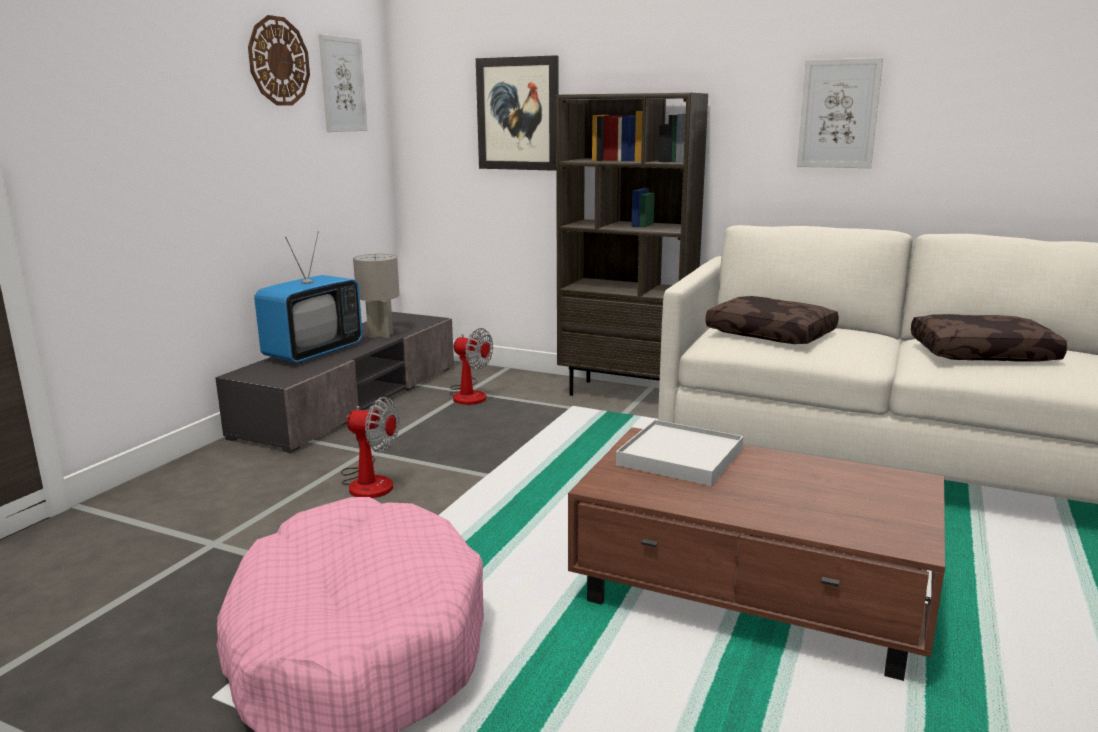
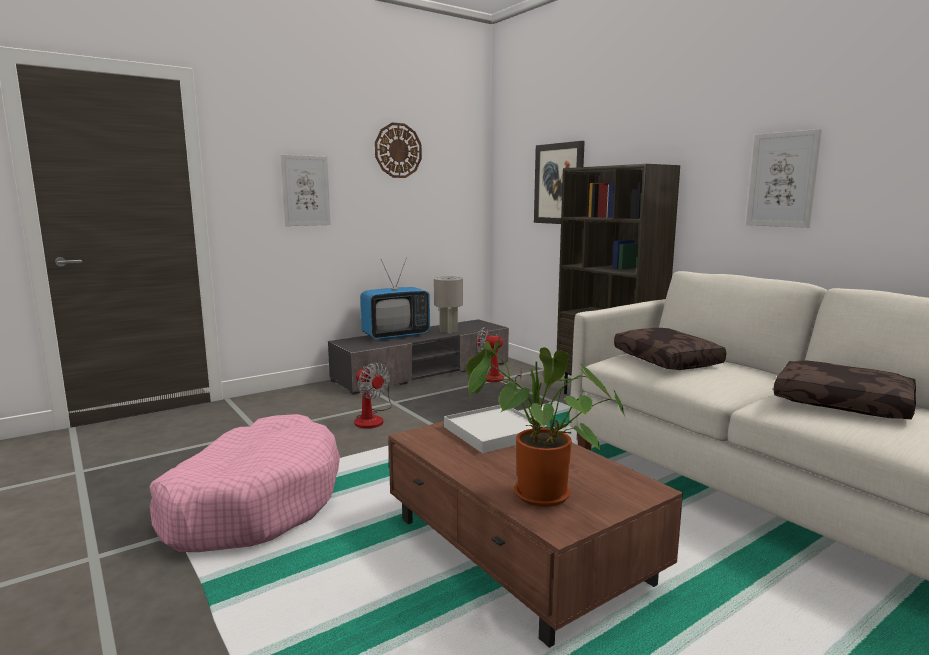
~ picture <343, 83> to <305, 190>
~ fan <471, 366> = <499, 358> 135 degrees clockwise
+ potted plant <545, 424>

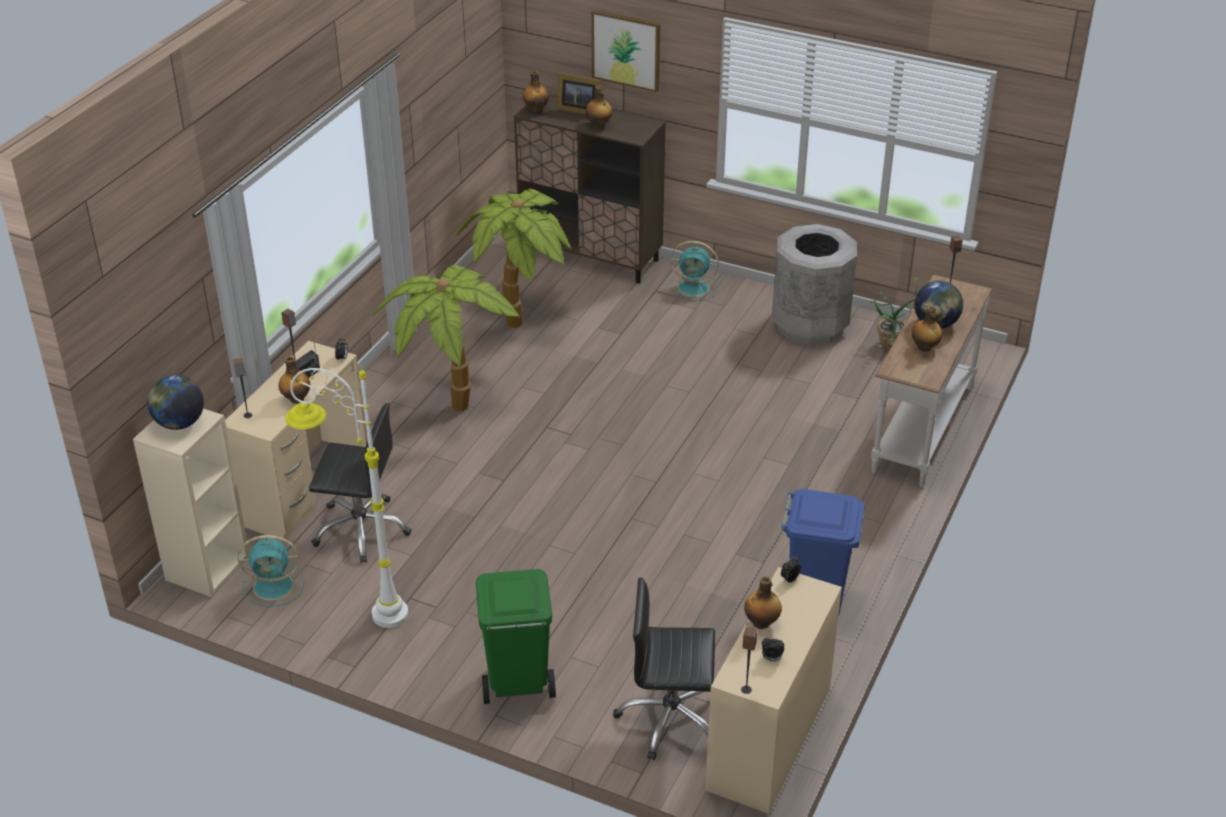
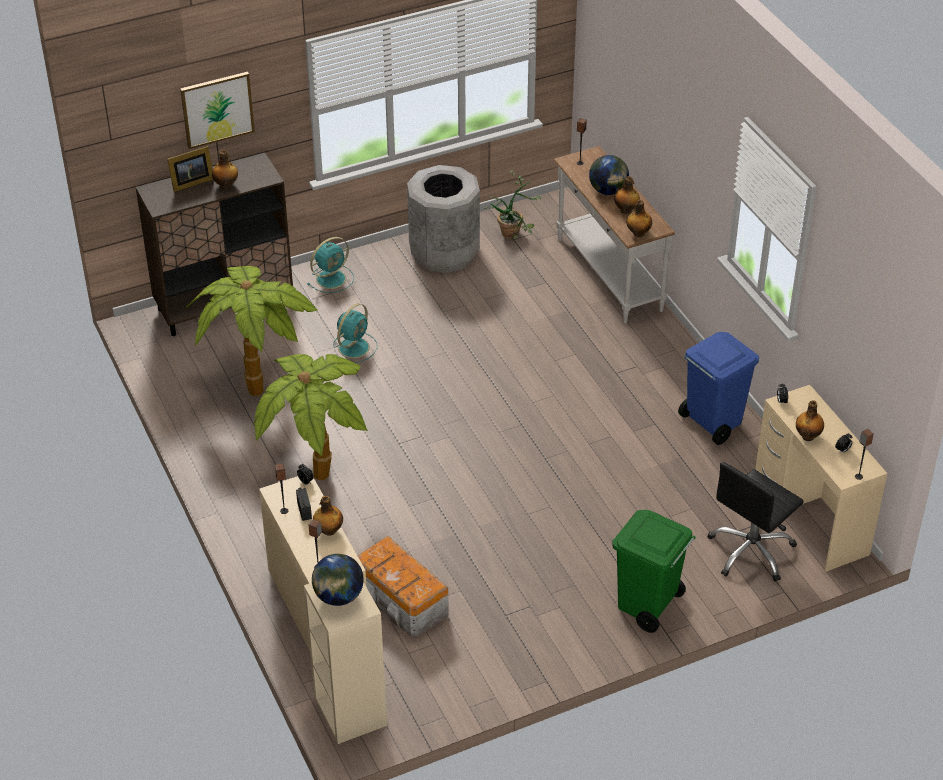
~ bottle <536, 92> to <639, 218>
- white floor lamp <347, 496>
~ black office chair <360, 483> to storage box <403, 586>
~ turquoise fan <271, 571> to <355, 333>

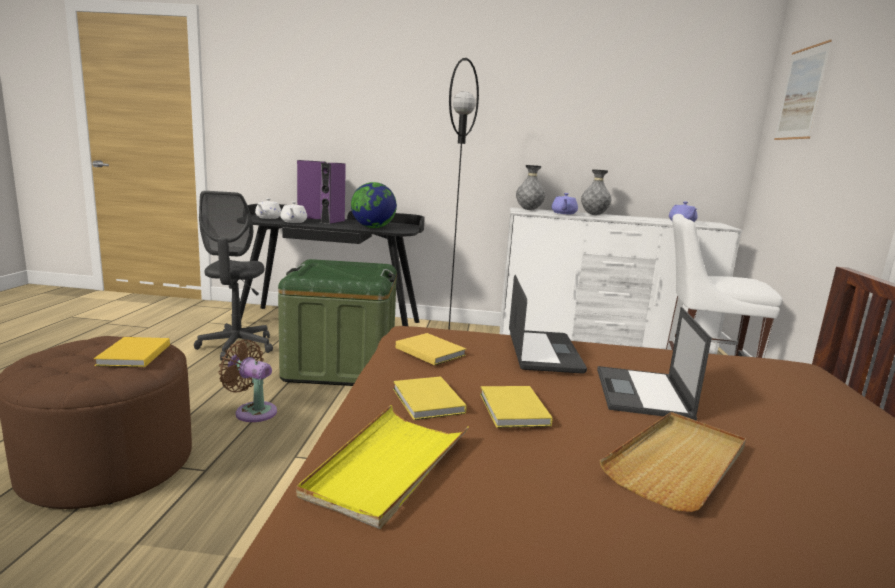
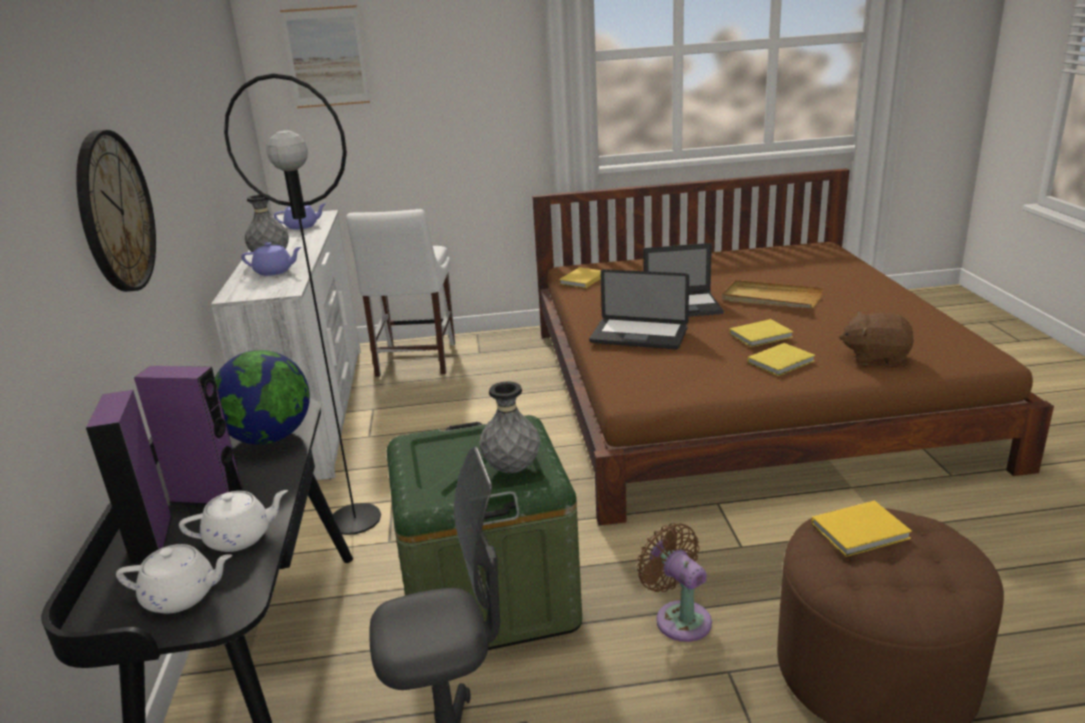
~ grey vase <530, 187> to <509, 427>
~ laptop <548, 324> = <639, 309> 150 degrees counterclockwise
~ yellow book <431, 349> to <580, 277>
~ brown fan <247, 380> = <674, 582> 135 degrees clockwise
~ yellow tray <382, 467> to brown plush toy <876, 338>
+ wall clock <116, 211>

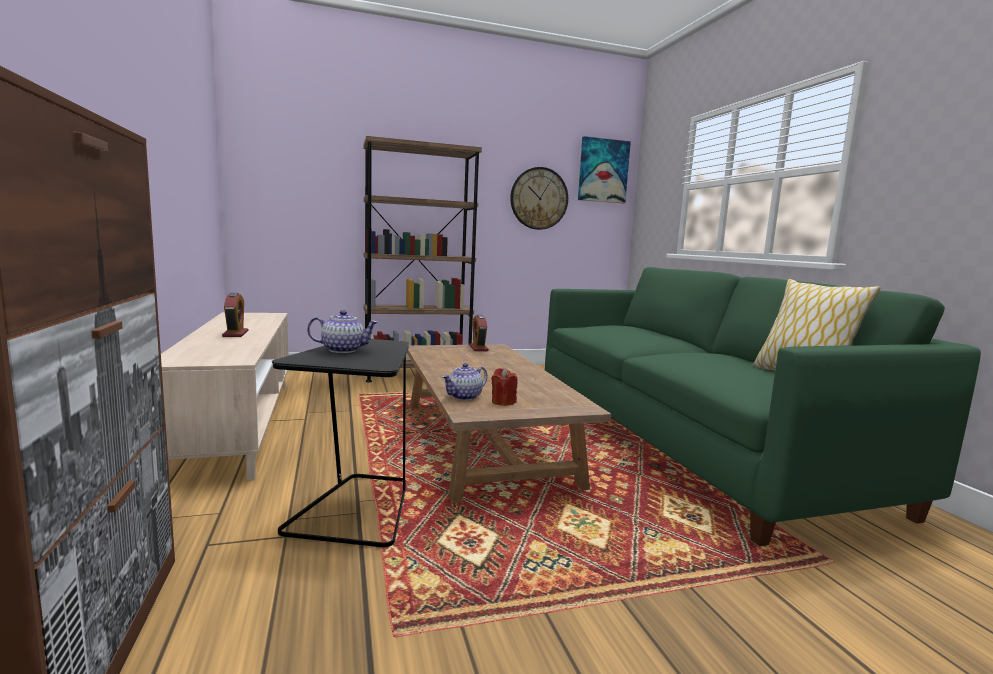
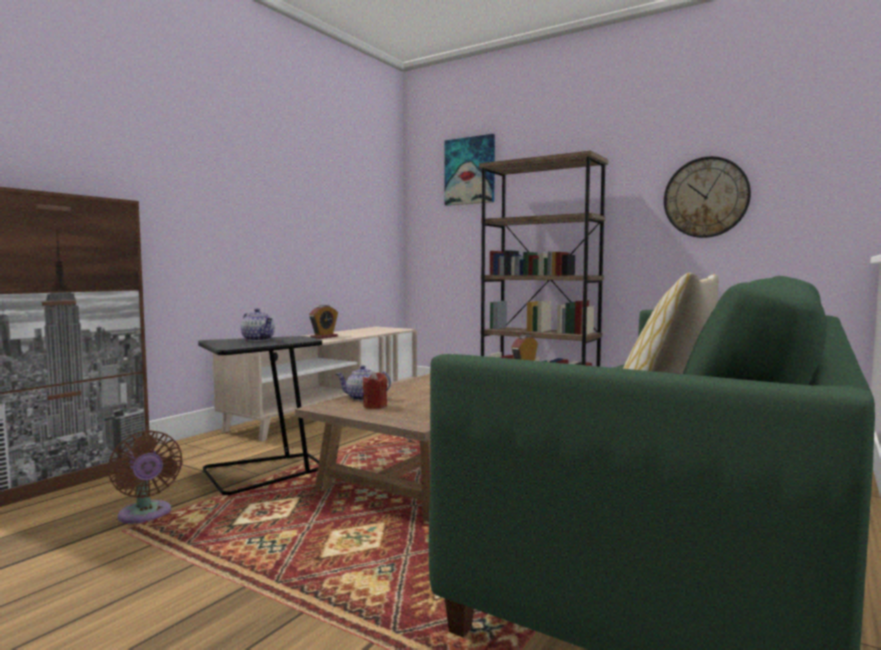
~ picture <604, 169> to <469, 170>
+ brown fan <145, 477>

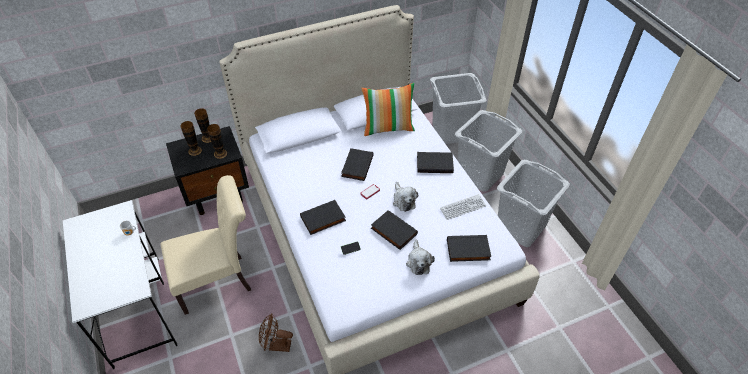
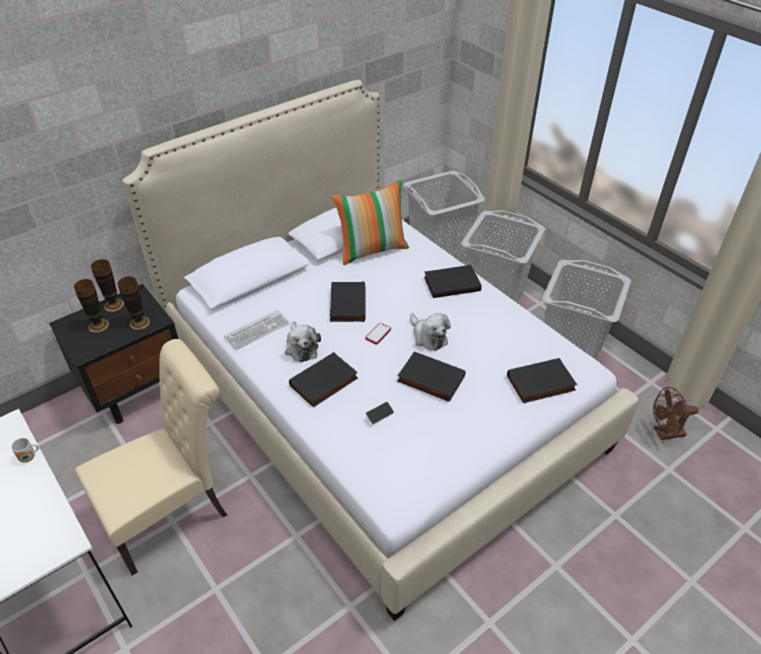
~ keyboard <463, 207> to <256, 330>
~ plush toy <420, 257> to <303, 341>
~ brown fan <276, 333> to <676, 413>

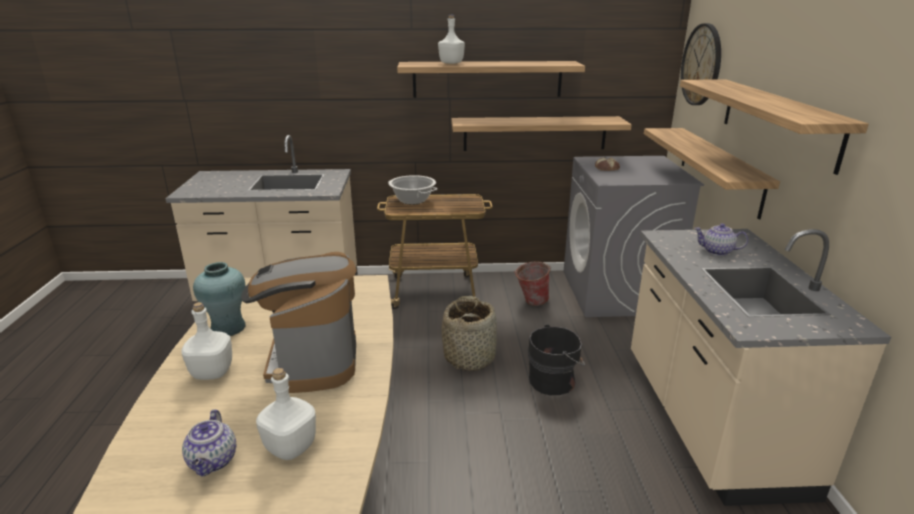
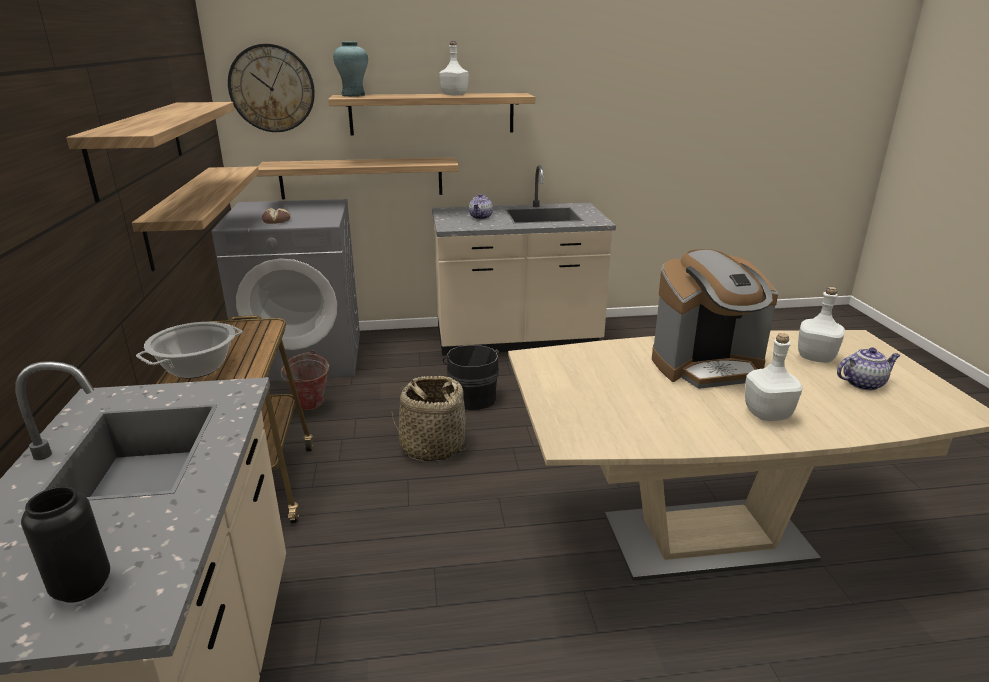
~ white bottle <451, 39> to <454, 68>
~ turquoise vase <219, 299> to <350, 69>
+ black vase <65, 544>

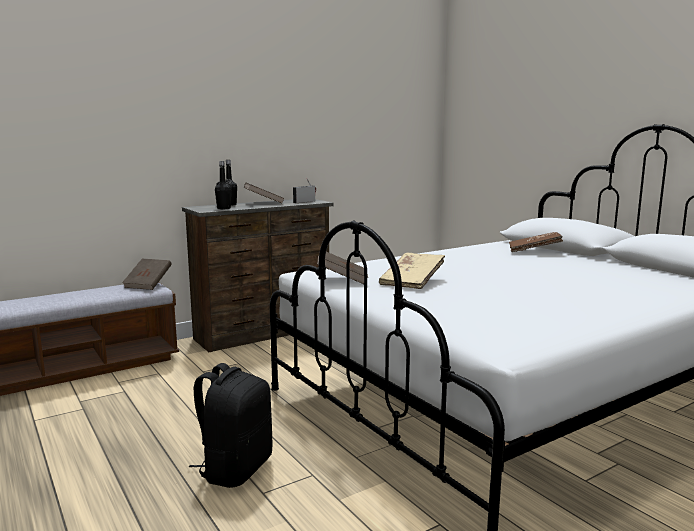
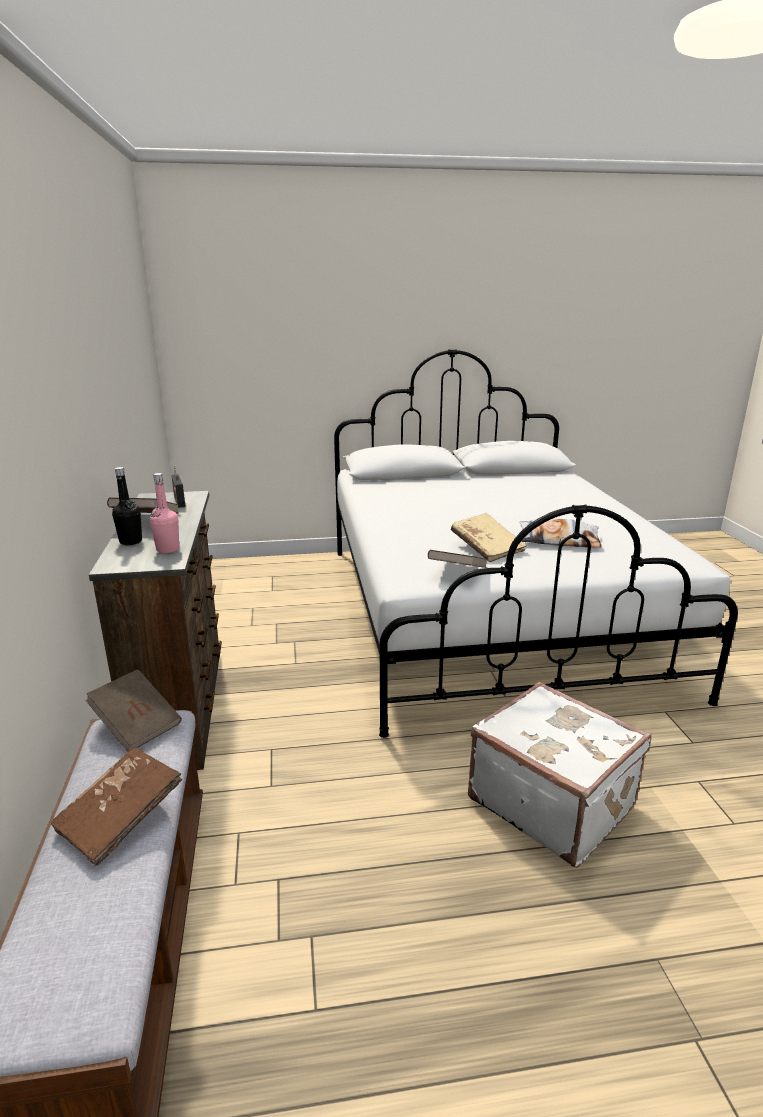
~ black bottle <223, 185> to pink bottle <165, 513>
~ brown book <536, 242> to <116, 807>
~ black backpack <231, 425> to white suitcase <560, 775>
+ pillow <560, 533>

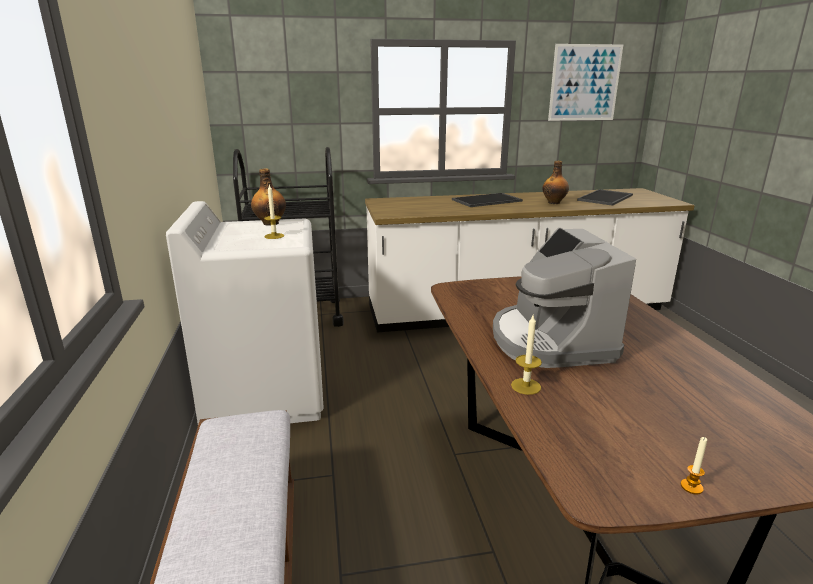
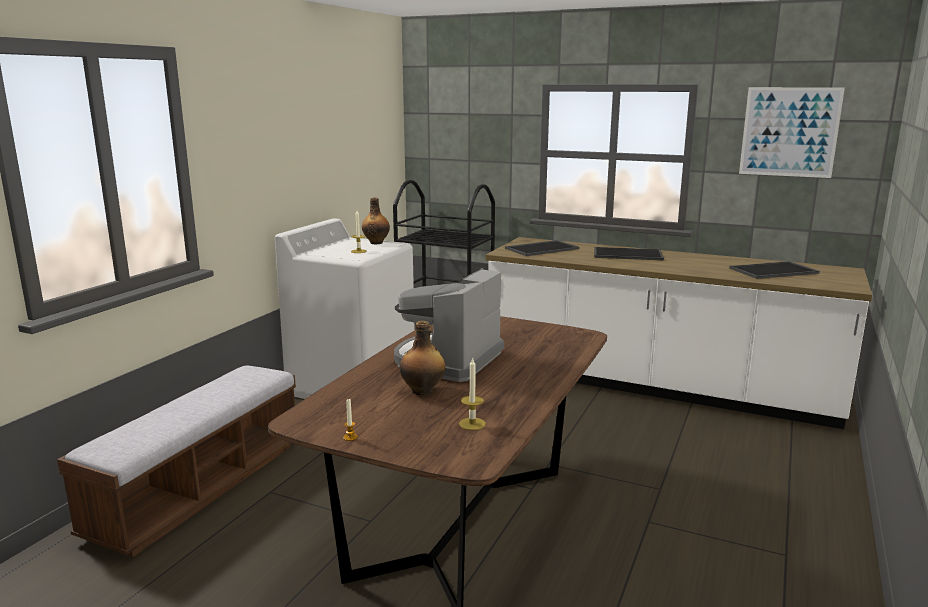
~ bottle <555, 182> to <423, 358>
~ candle <526, 355> to <472, 394>
+ tray <542, 248>

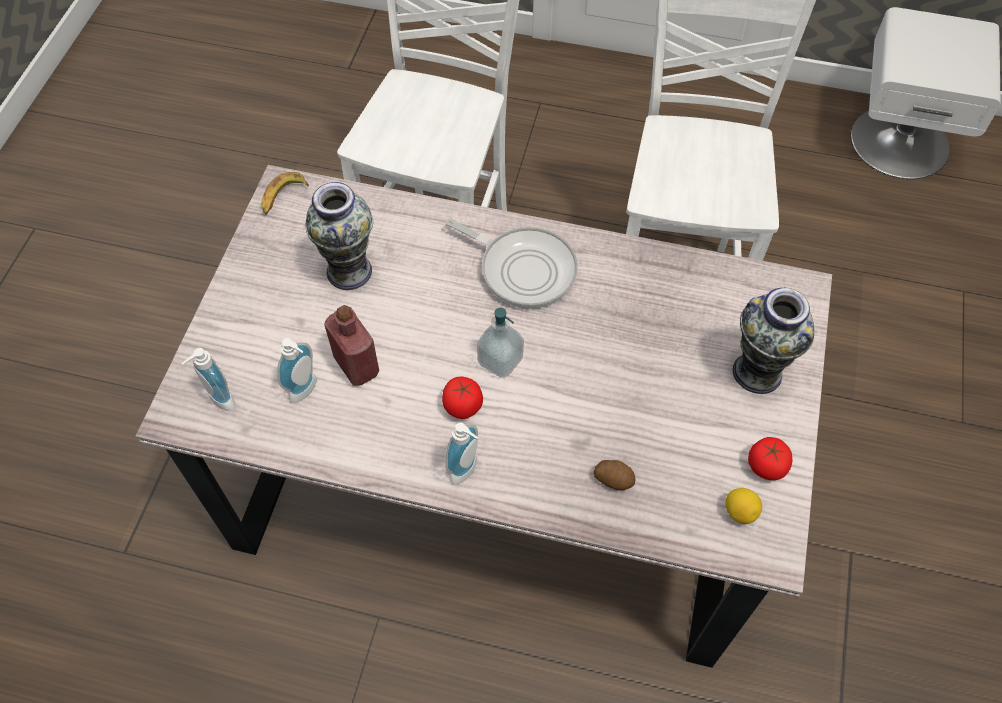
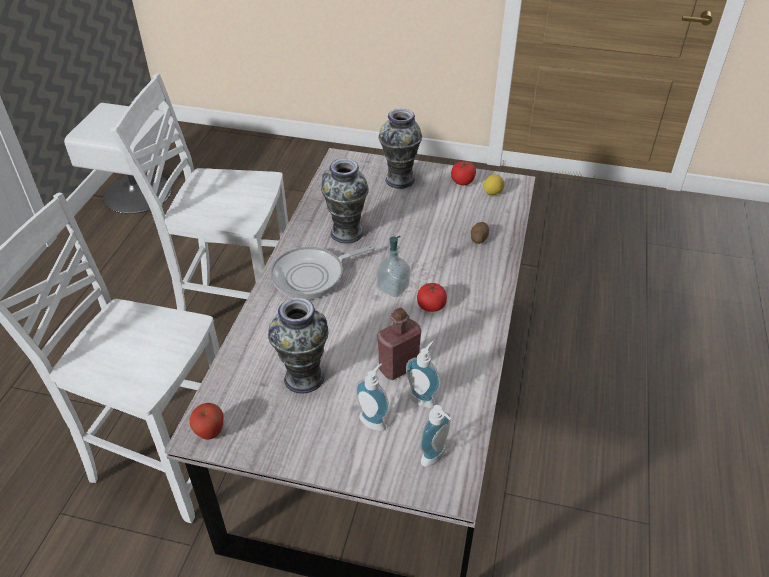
~ banana <285, 193> to apple <206, 421>
~ frying pan <512, 263> = <322, 272> 150 degrees counterclockwise
~ soap dispenser <462, 454> to <372, 397>
+ vase <345, 200>

